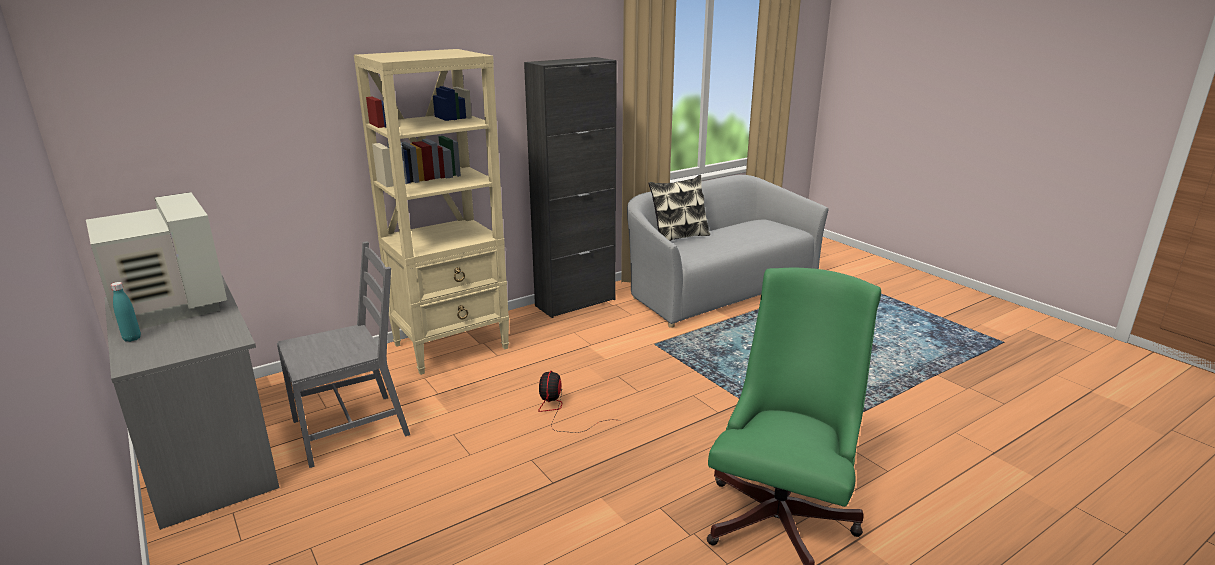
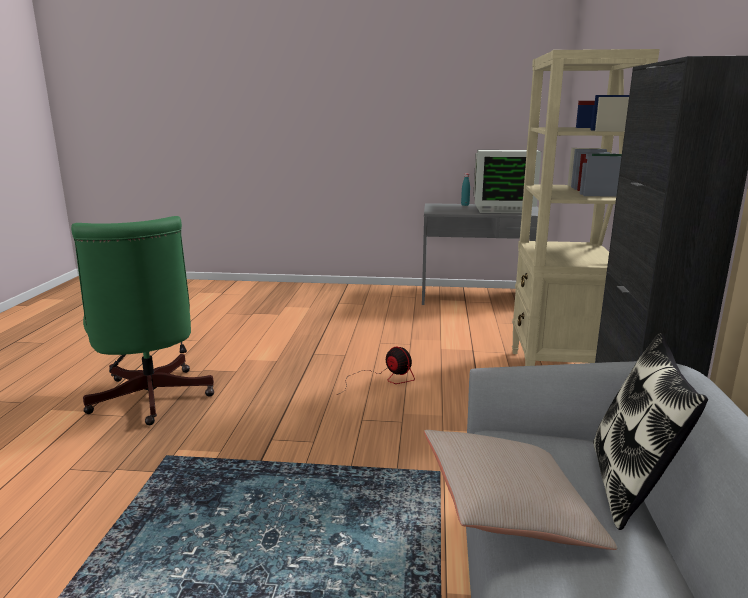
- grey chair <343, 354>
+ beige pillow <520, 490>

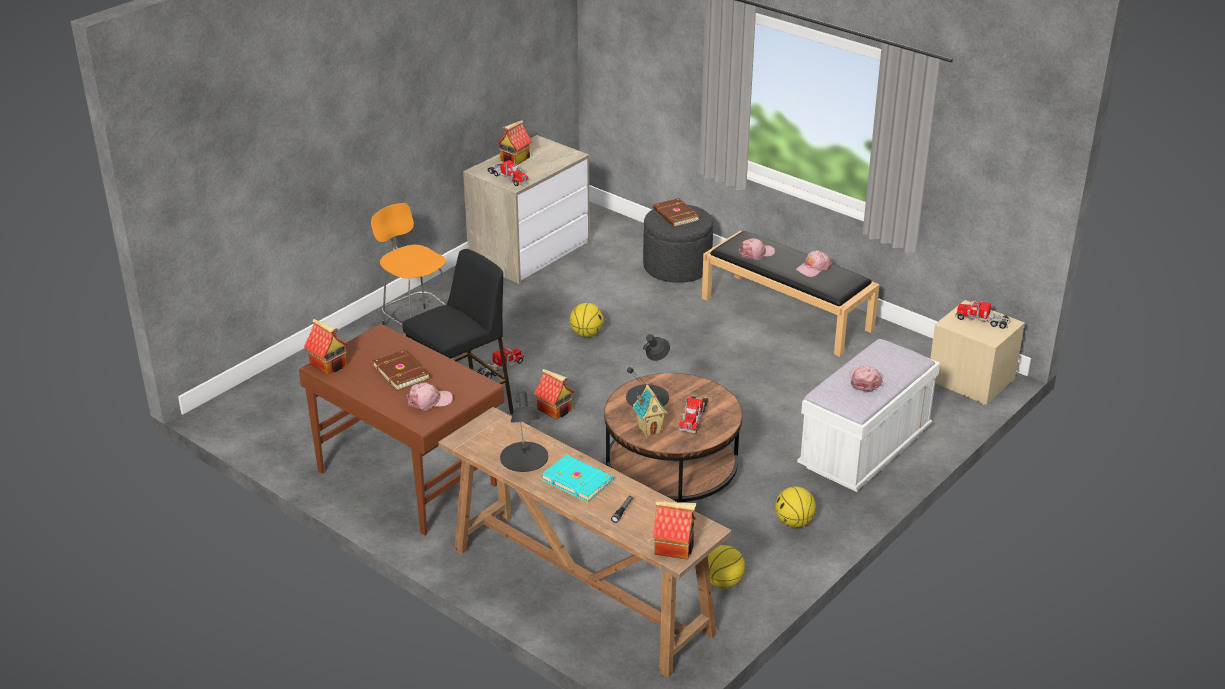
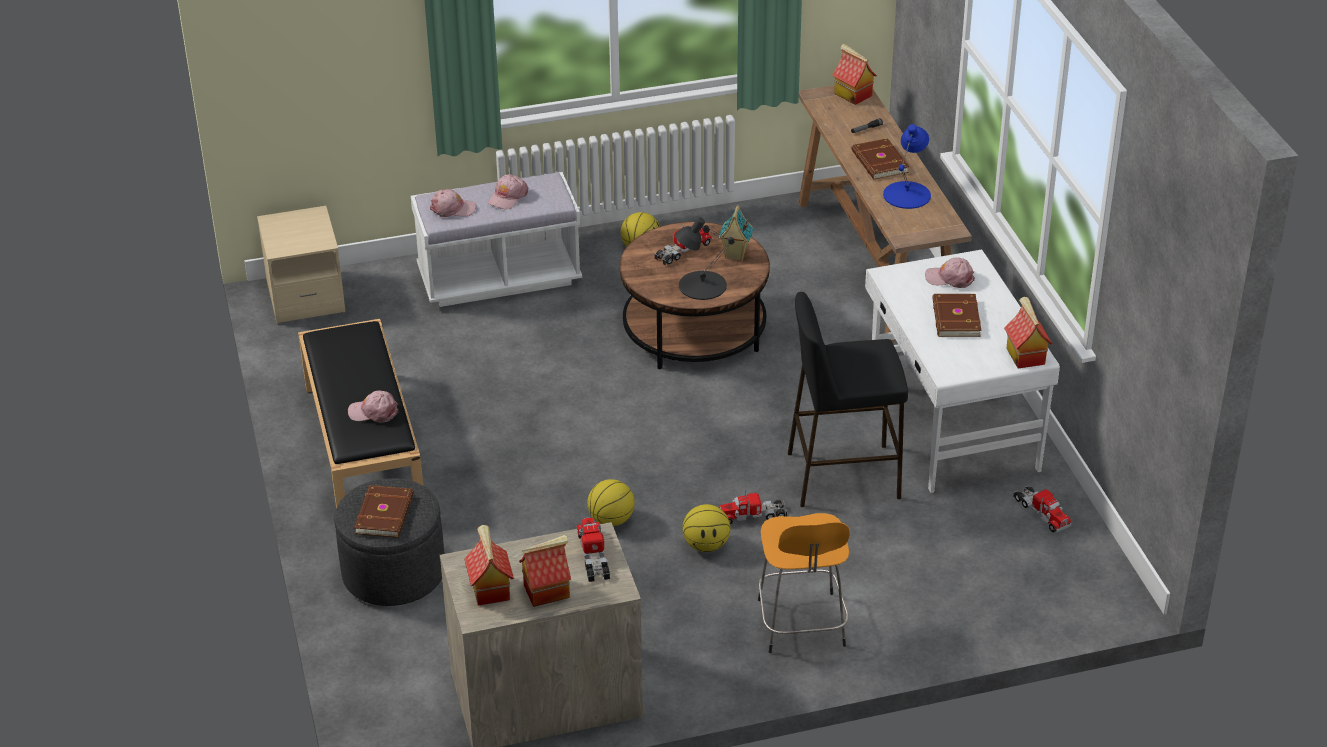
~ pink cap <814, 263> to <453, 203>
~ toy truck <982, 313> to <1042, 509>
~ brown desk <401, 429> to white desk <962, 371>
~ toy house <554, 394> to <489, 565>
~ black table lamp <524, 432> to blue table lamp <907, 166>
~ turquoise book <577, 478> to brown book <880, 158>
~ basketball <726, 566> to <706, 528>

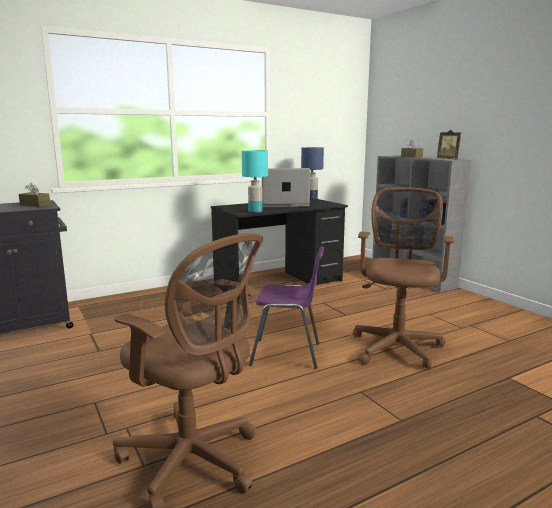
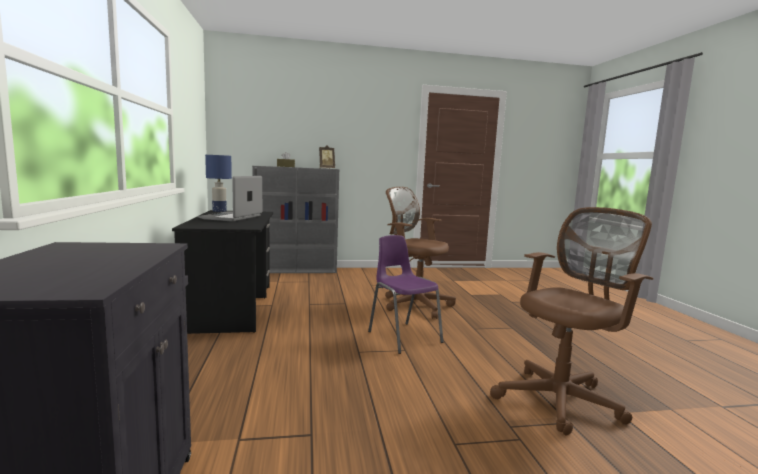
- turquoise table lamp <255, 181>
- brown tissue box <34, 195>
~ purple chair <286, 307> = <405, 294> 60 degrees counterclockwise

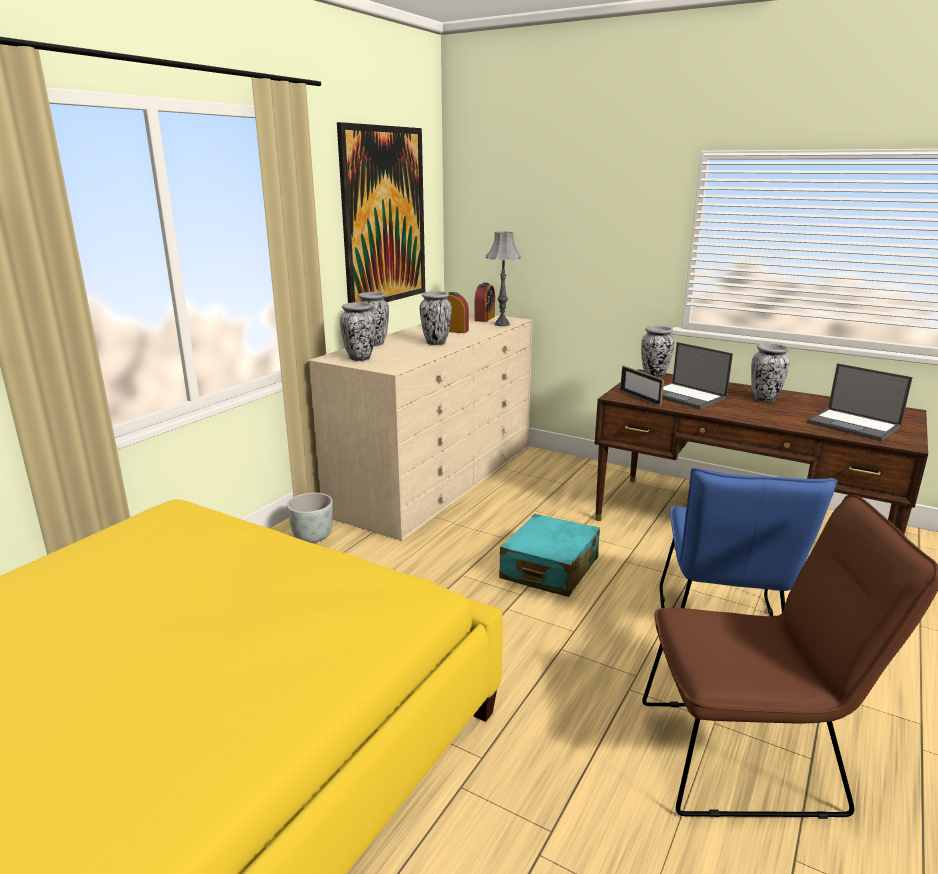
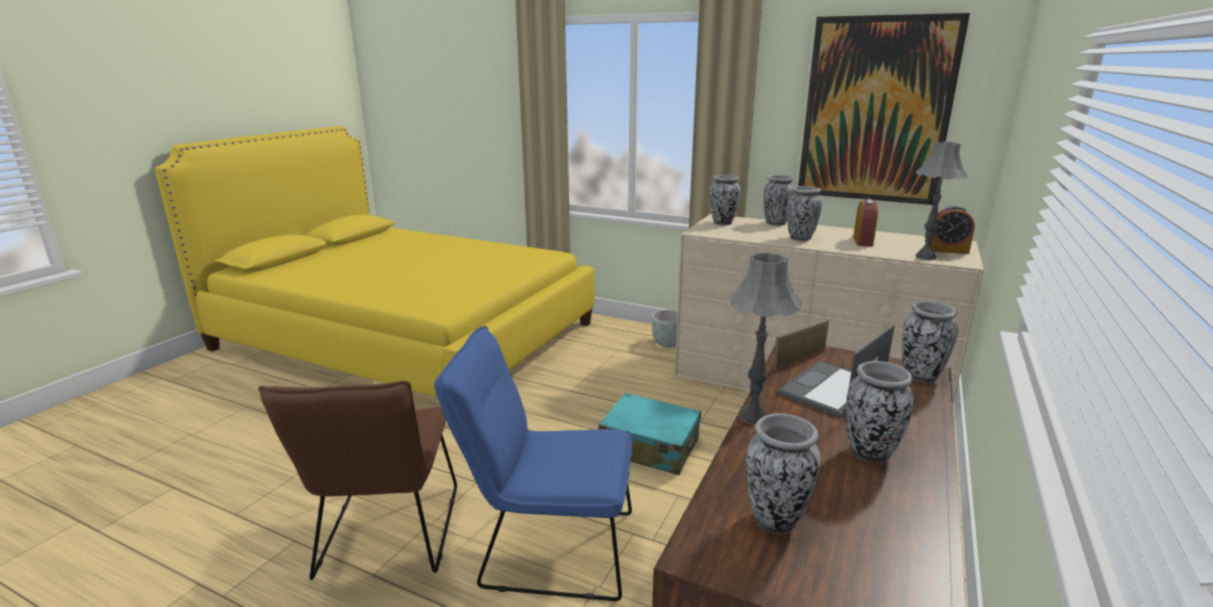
~ laptop <860, 402> to vase <783, 473>
+ grey table lamp <765, 339>

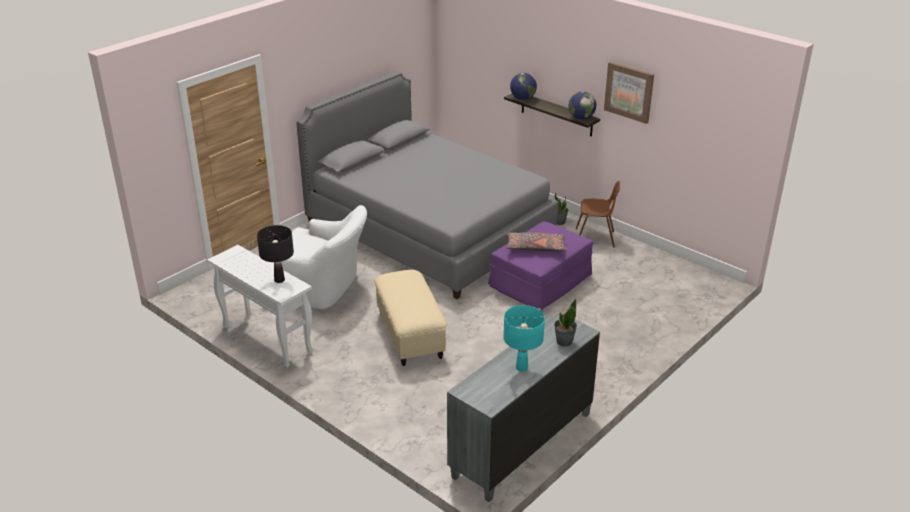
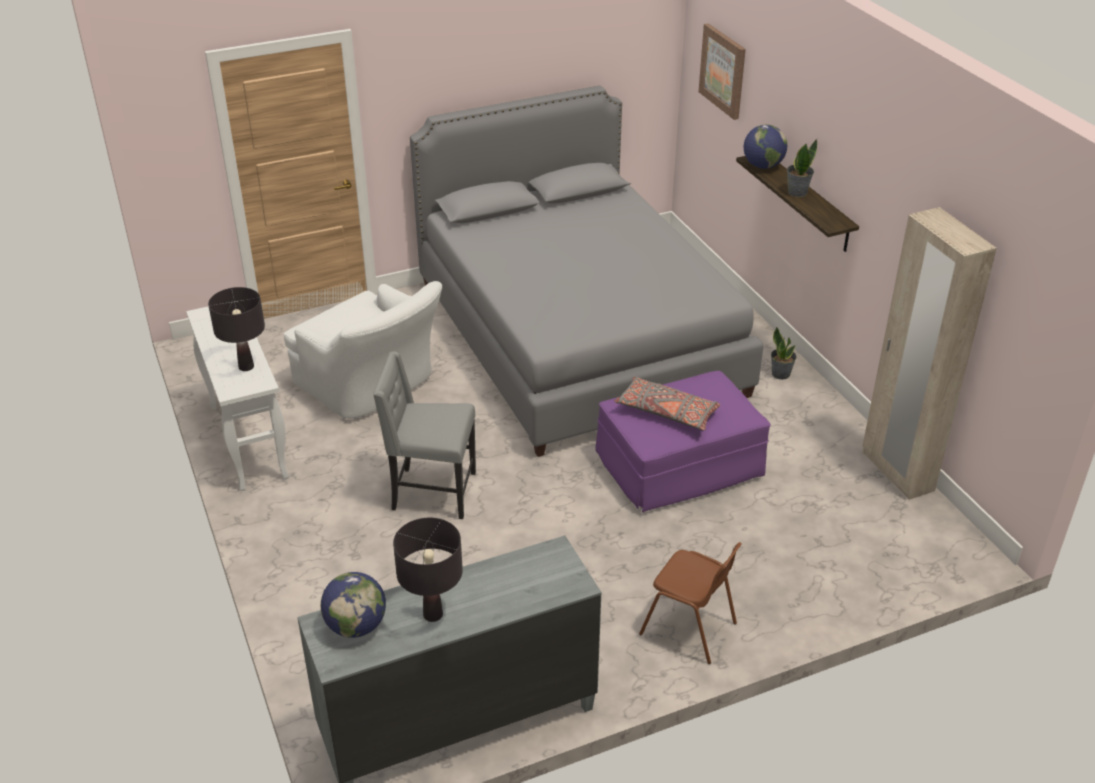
~ picture <629, 93> to <722, 71>
~ globe <582, 105> to <353, 605>
~ brown chair <598, 214> to <690, 603>
~ beige ottoman <411, 318> to grey chair <424, 435>
~ potted plant <565, 323> to <802, 168>
~ turquoise table lamp <524, 338> to black table lamp <428, 570>
+ beige wardrobe <929, 353>

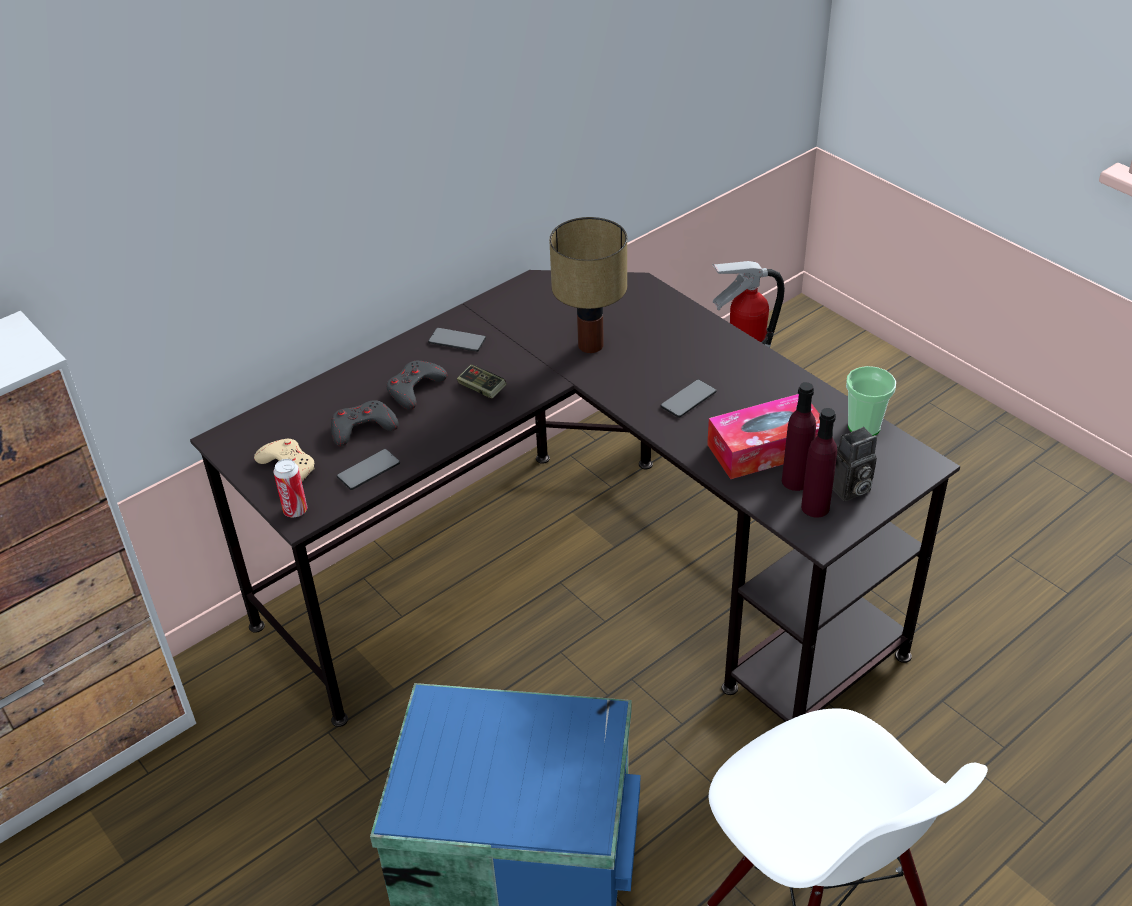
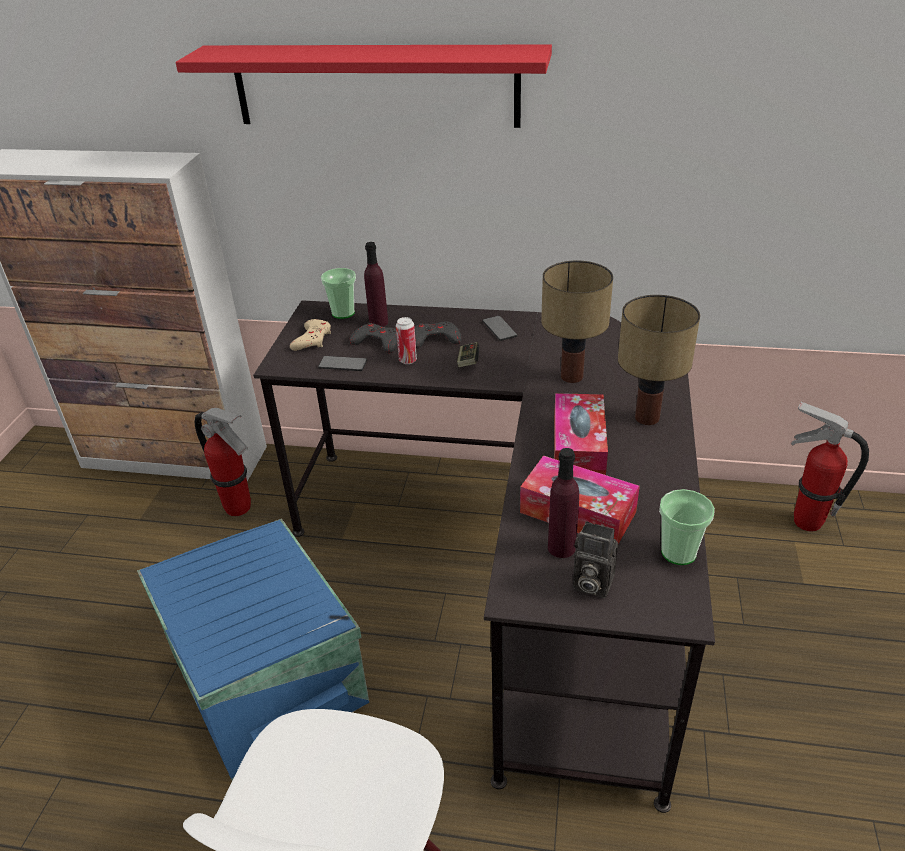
~ phone <689, 398> to tissue box <581, 434>
~ purple bottle <819, 463> to <376, 284>
~ can <290, 488> to <406, 340>
+ red shelf <364, 86>
+ cup <338, 293>
+ table lamp <659, 360>
+ fire extinguisher <222, 462>

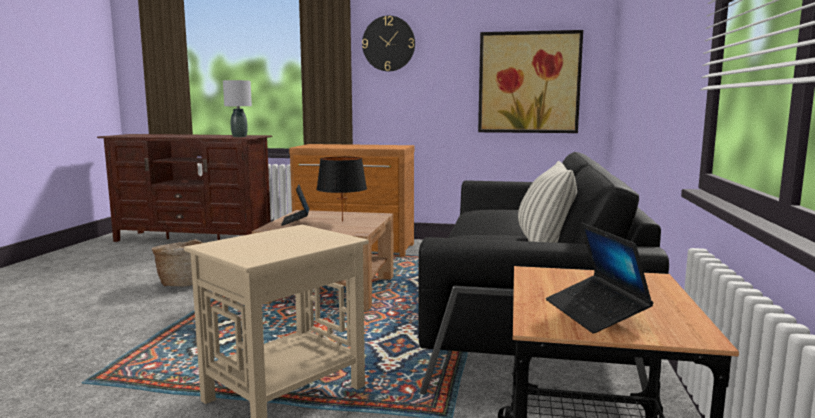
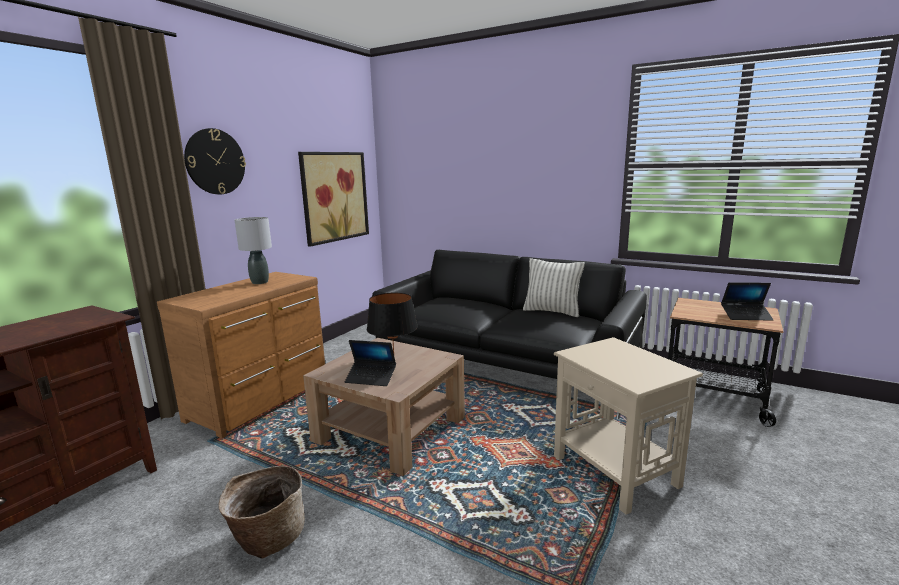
~ grey table lamp <237, 108> to <253, 250>

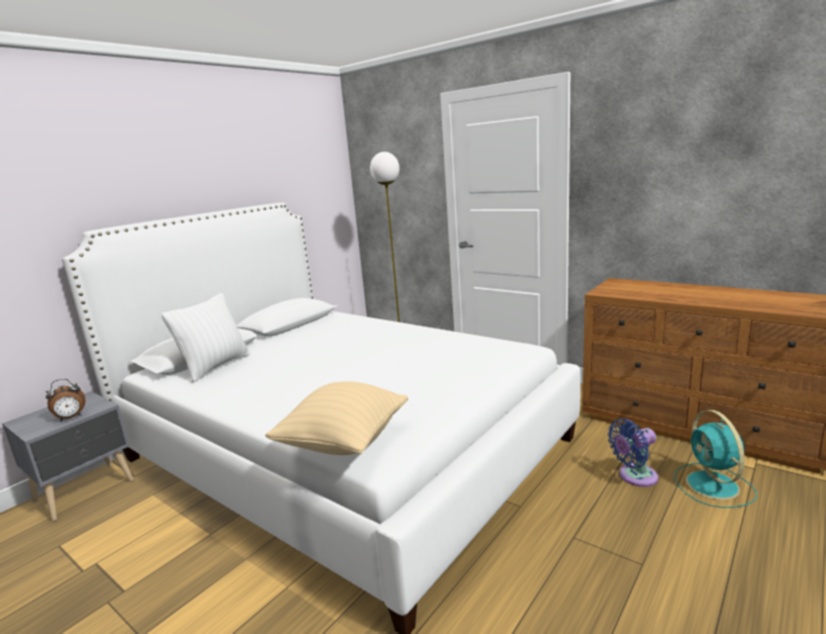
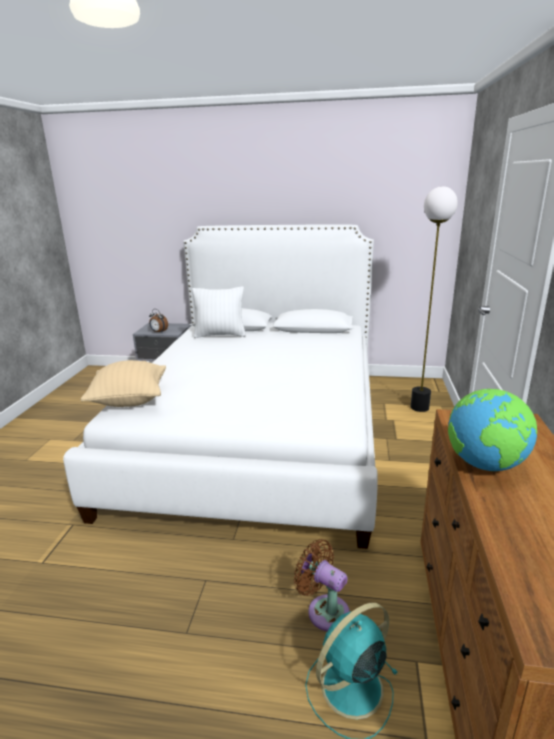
~ blue fan <633, 452> to brown fan <322, 585>
+ globe <492, 430>

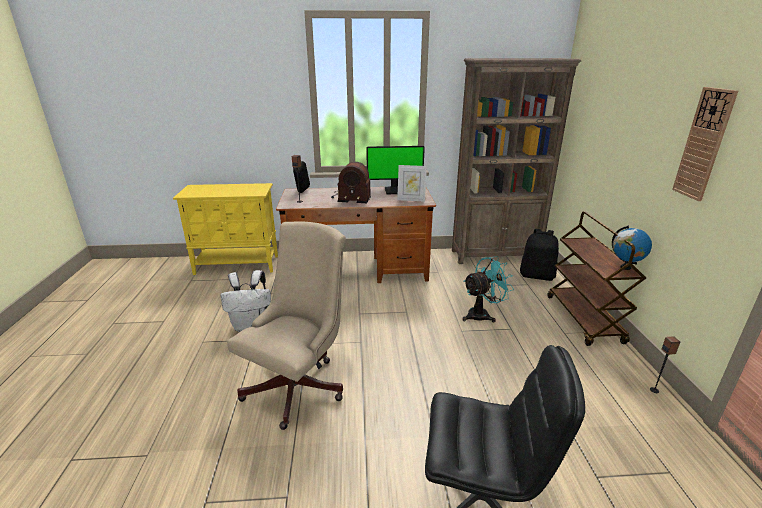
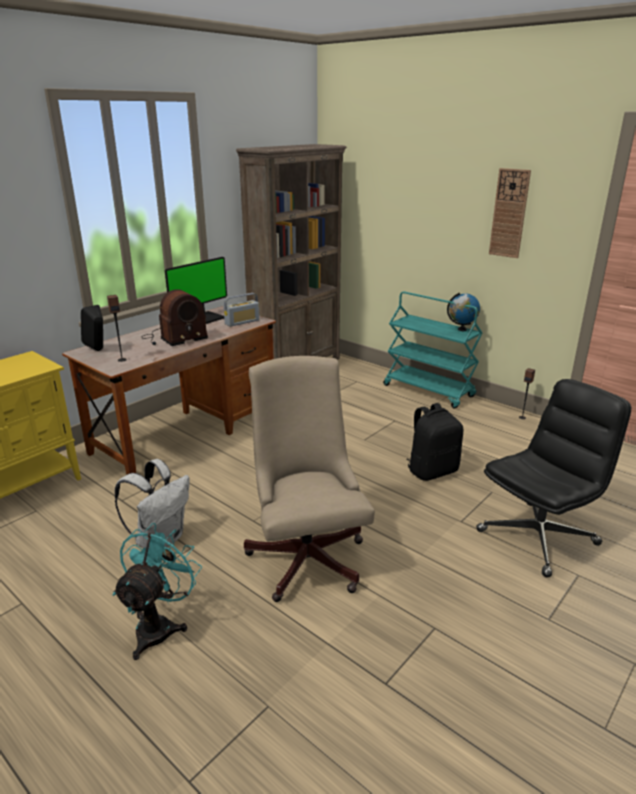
~ picture frame <412, 183> to radio <242, 310>
~ brown cart <596, 278> to turquoise cart <432, 350>
~ black backpack <539, 255> to <434, 442>
~ turquoise fan <488, 289> to <157, 591>

